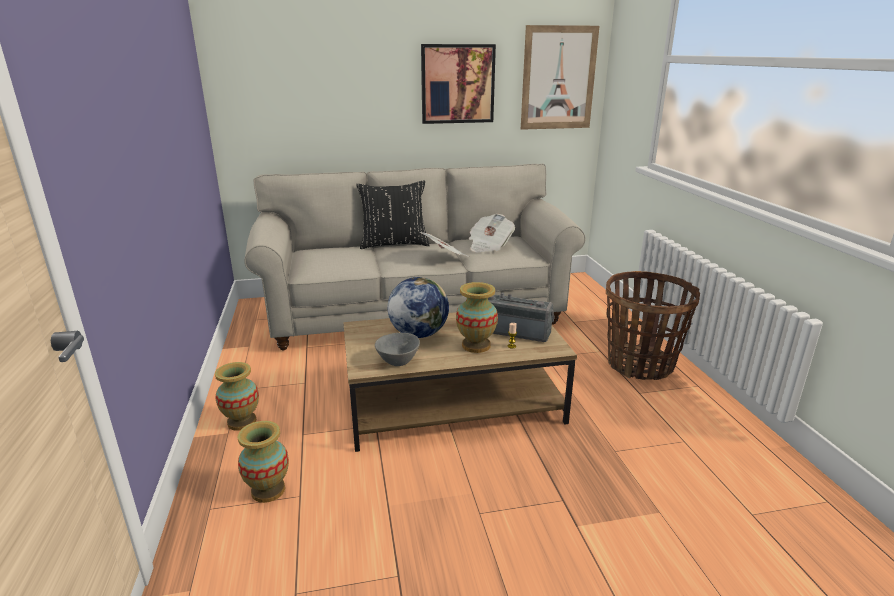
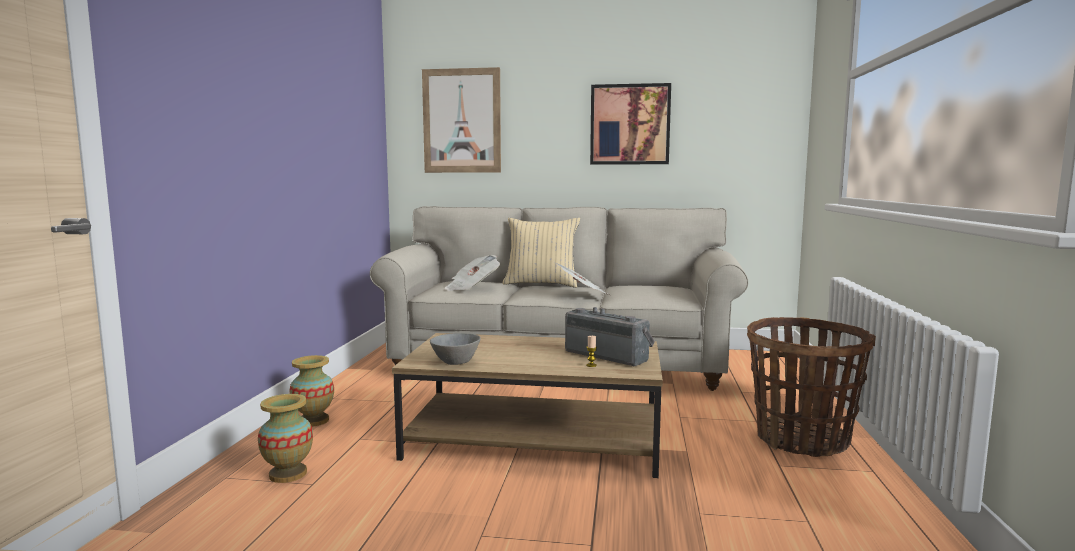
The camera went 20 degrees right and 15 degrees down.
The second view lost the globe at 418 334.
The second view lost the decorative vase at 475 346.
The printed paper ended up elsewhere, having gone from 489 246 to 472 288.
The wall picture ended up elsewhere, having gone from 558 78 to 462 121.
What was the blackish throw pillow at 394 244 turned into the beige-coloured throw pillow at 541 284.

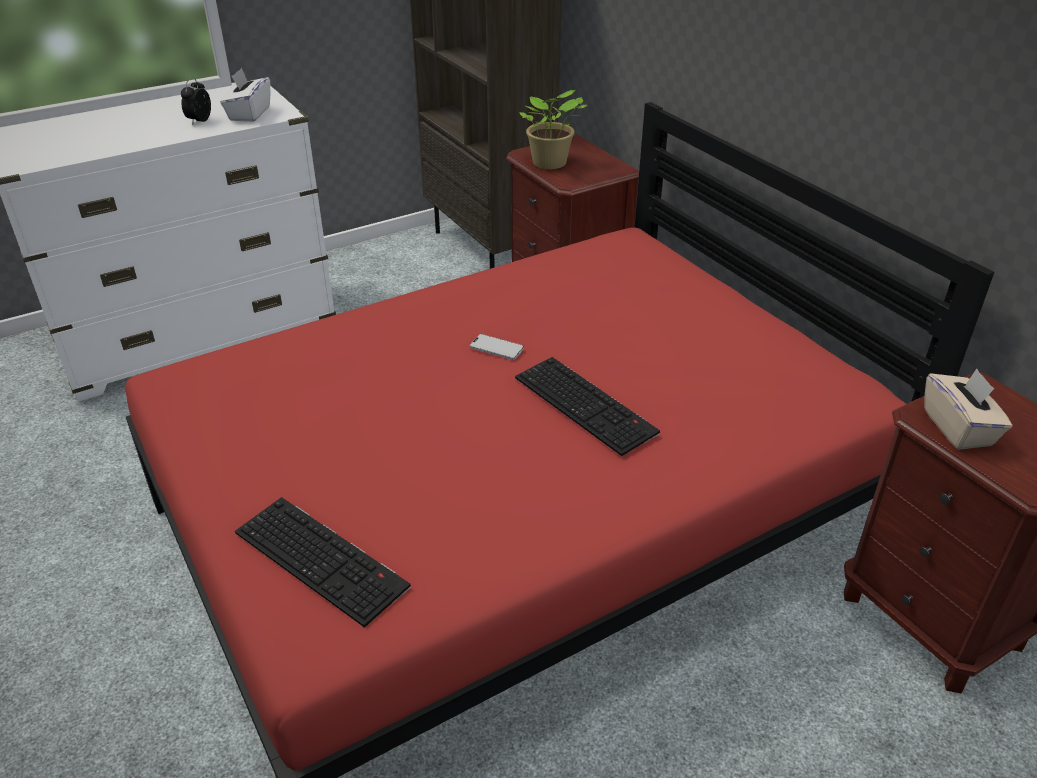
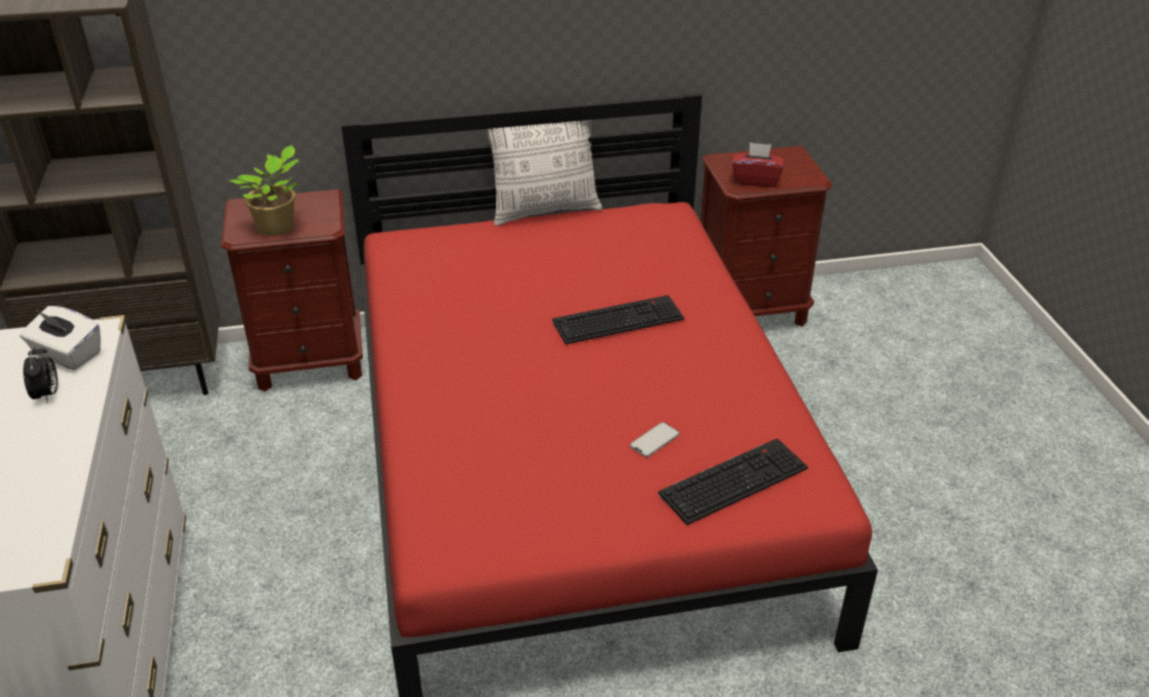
The camera went 70 degrees left and 0 degrees up.
The second view gained the throw pillow at 545 210.
The handset ended up elsewhere, having gone from 496 348 to 654 440.
What was the beige-coloured tissue holder at 958 428 turned into the red tissue holder at 756 180.
The bedside clock at 199 121 ended up facing another way, 135 degrees counterclockwise from before.

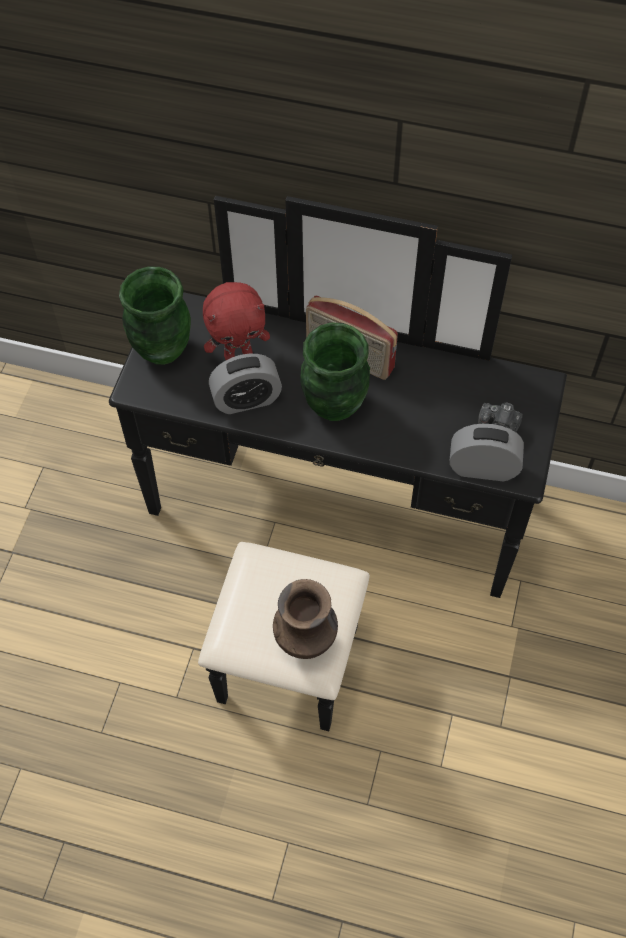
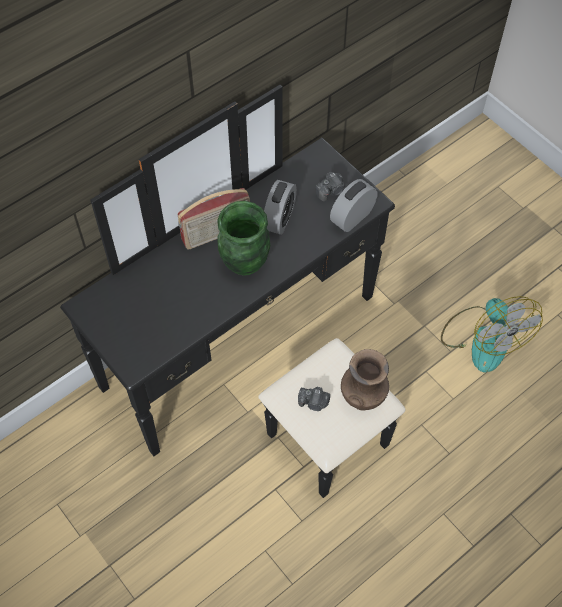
The camera went 55 degrees left and 0 degrees up.
The second view lost the greenish decorative vase at 161 349.
The second view lost the red cuddly toy at 238 354.
The second view gained the photo camera at 314 403.
The second view gained the fan at 483 338.
The bedside clock ended up elsewhere, having gone from 246 400 to 279 219.

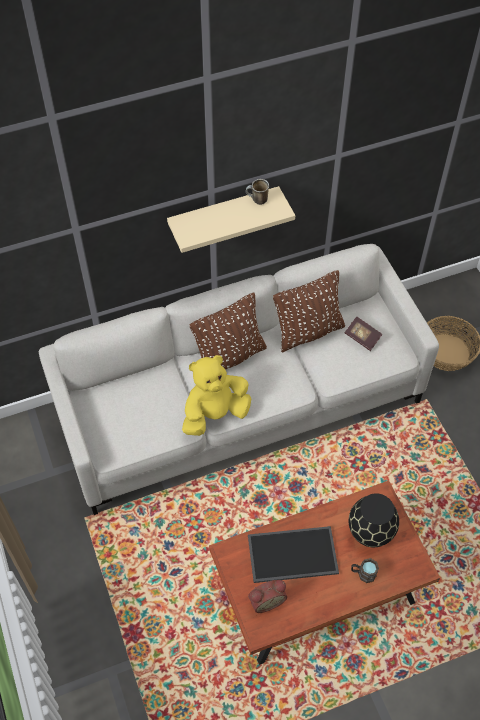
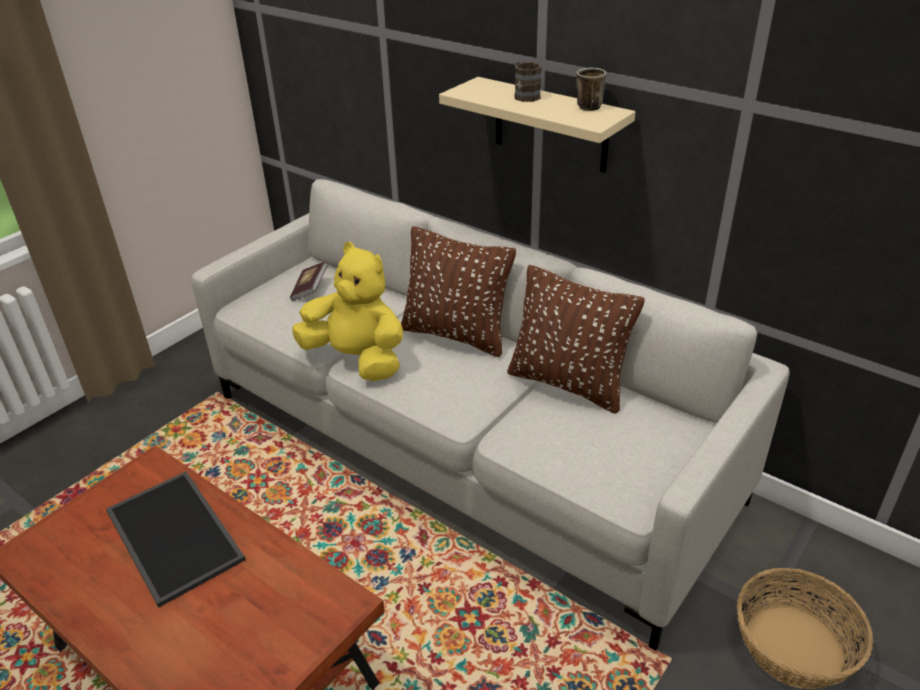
The camera went 60 degrees right and 20 degrees down.
The second view lost the bedside clock at 266 600.
The second view lost the blackish decorative vase at 369 532.
The volume ended up elsewhere, having gone from 362 338 to 310 289.
The brown tea mug ended up elsewhere, having gone from 363 573 to 524 95.

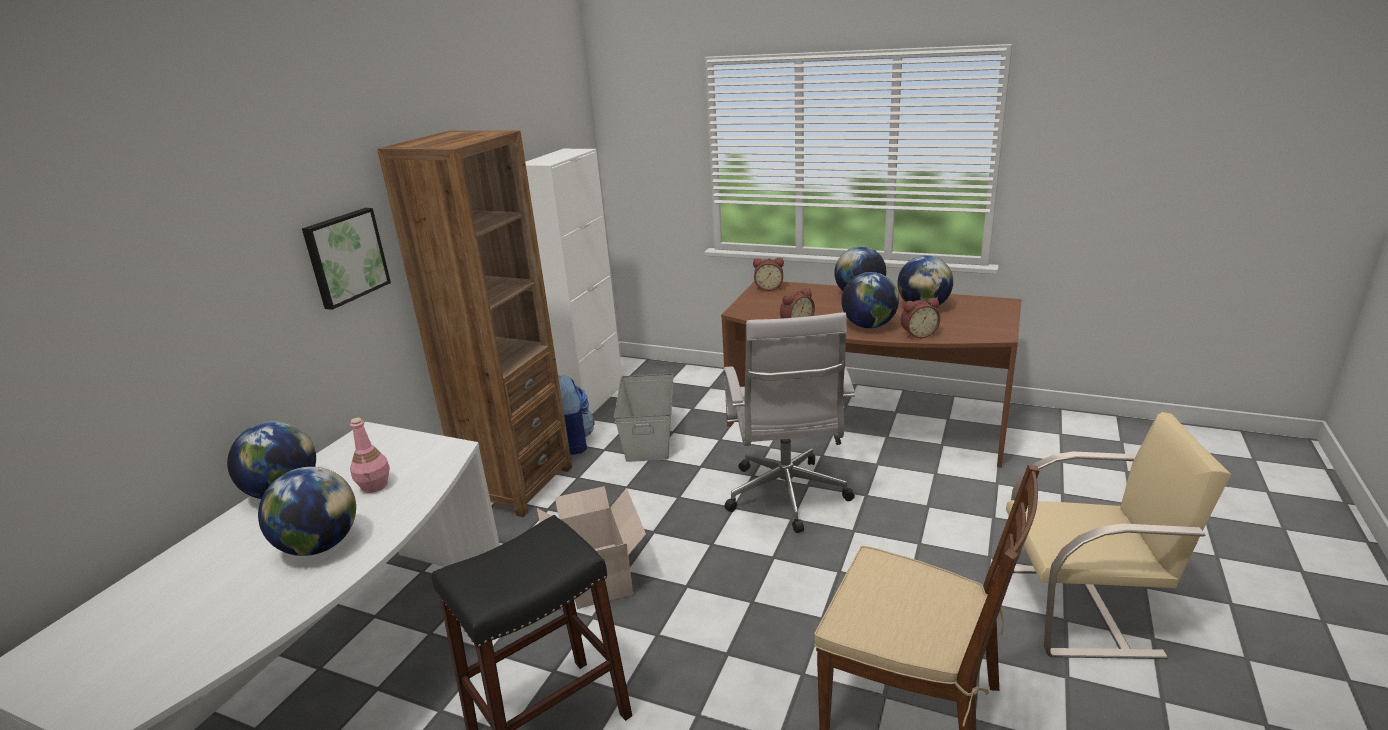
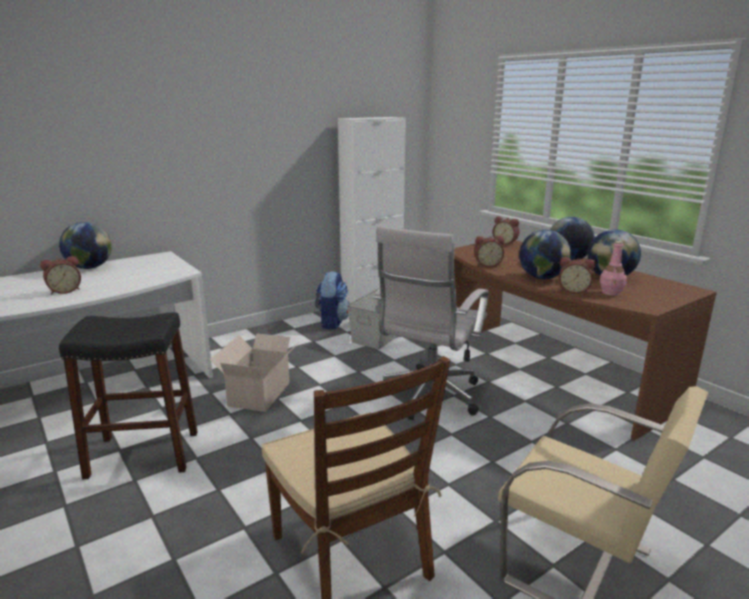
The camera went 30 degrees right and 5 degrees down.
The second view lost the wall picture at 345 257.
The second view lost the brown bookcase at 517 484.
The pink beverage bottle ended up elsewhere, having gone from 375 485 to 611 292.
Where the globe stood at 320 545, the bedside clock came to stand at 64 291.

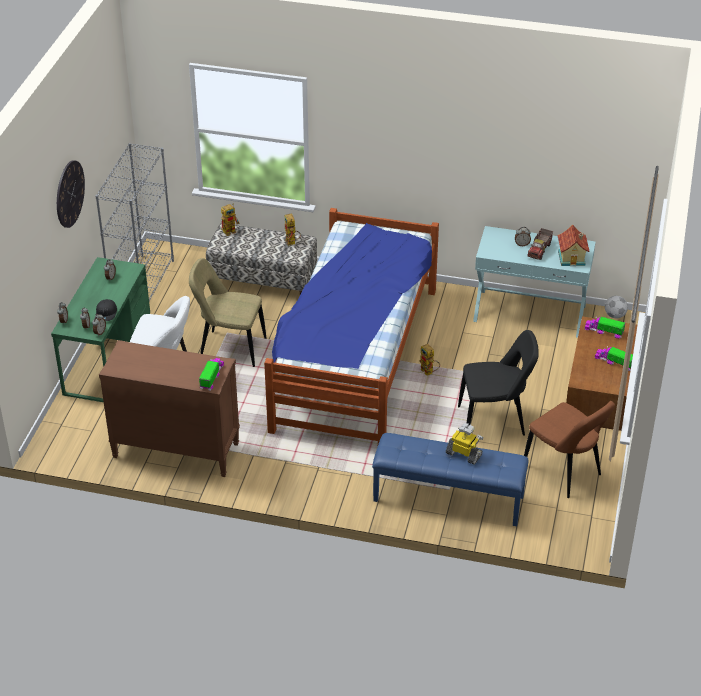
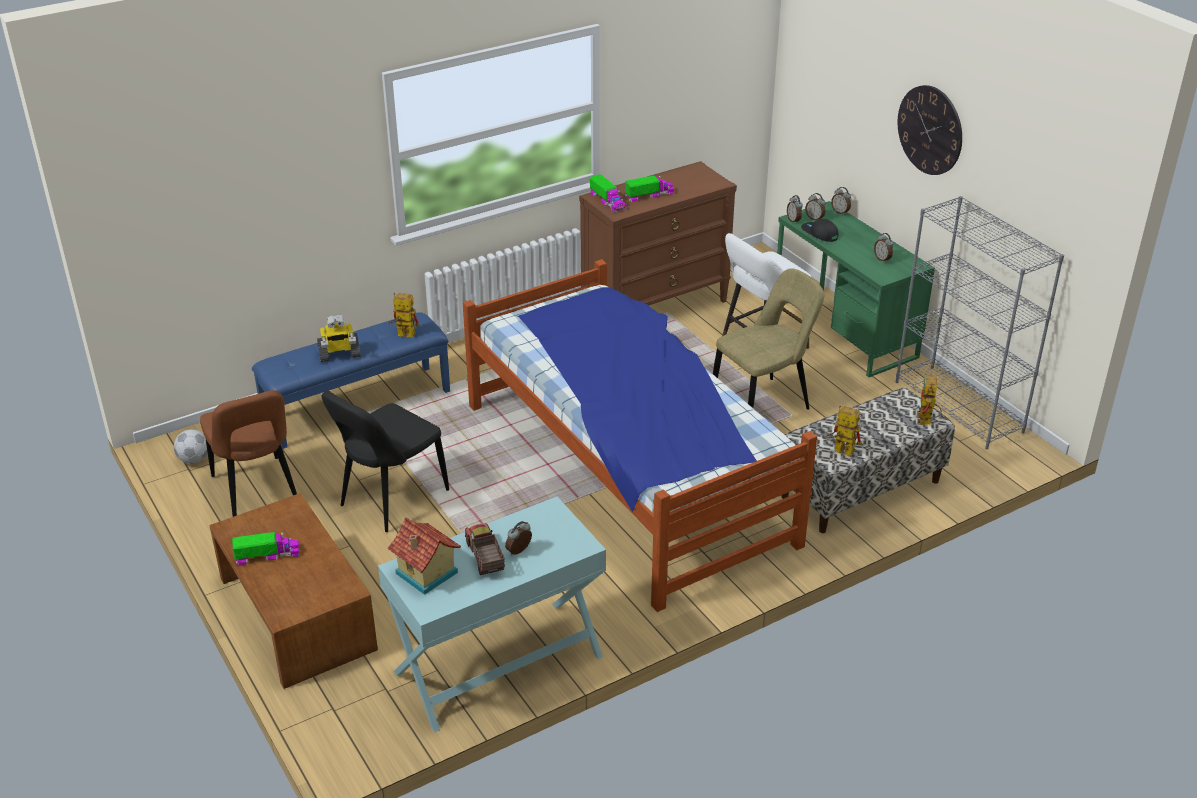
The camera went 135 degrees right and 5 degrees down.
The model robot ended up elsewhere, having gone from 429 373 to 402 334.
The model truck ended up elsewhere, having gone from 604 331 to 649 195.
The football ball ended up elsewhere, having gone from 615 316 to 194 459.
The brown plain chair at 564 472 ended up facing another way, 120 degrees counterclockwise from before.

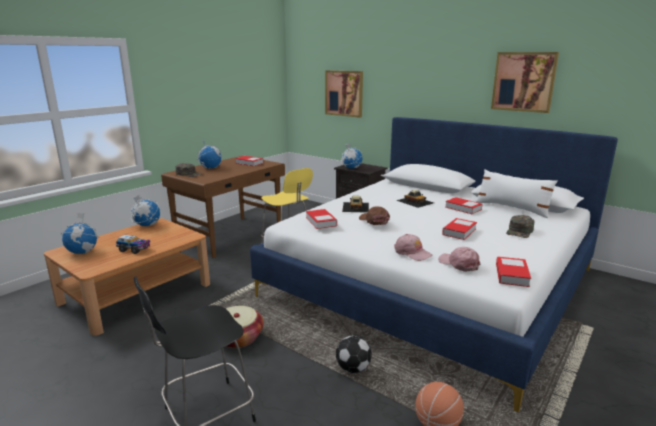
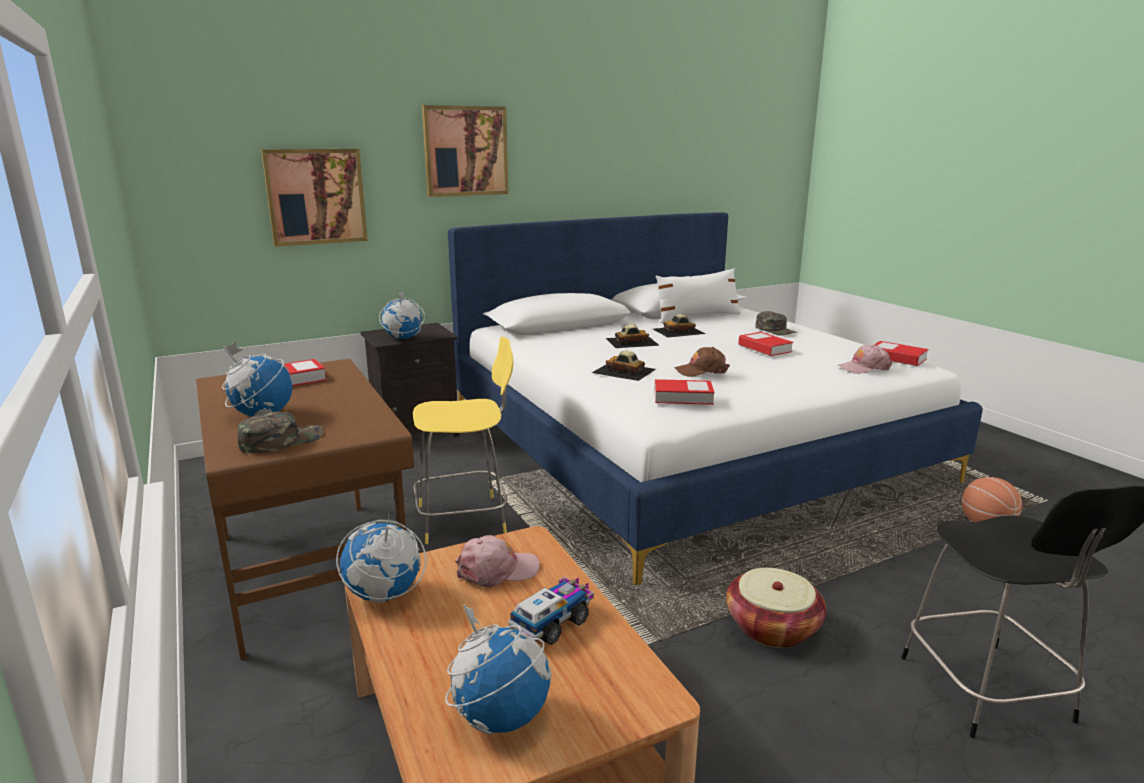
The camera went 65 degrees left and 0 degrees up.
The second view lost the football ball at 353 369.
The pink peaked cap ended up elsewhere, having gone from 412 253 to 497 570.
The wall picture ended up elsewhere, having gone from 523 82 to 465 151.
Where the volume stood at 463 208, the miniature car came to stand at 679 331.

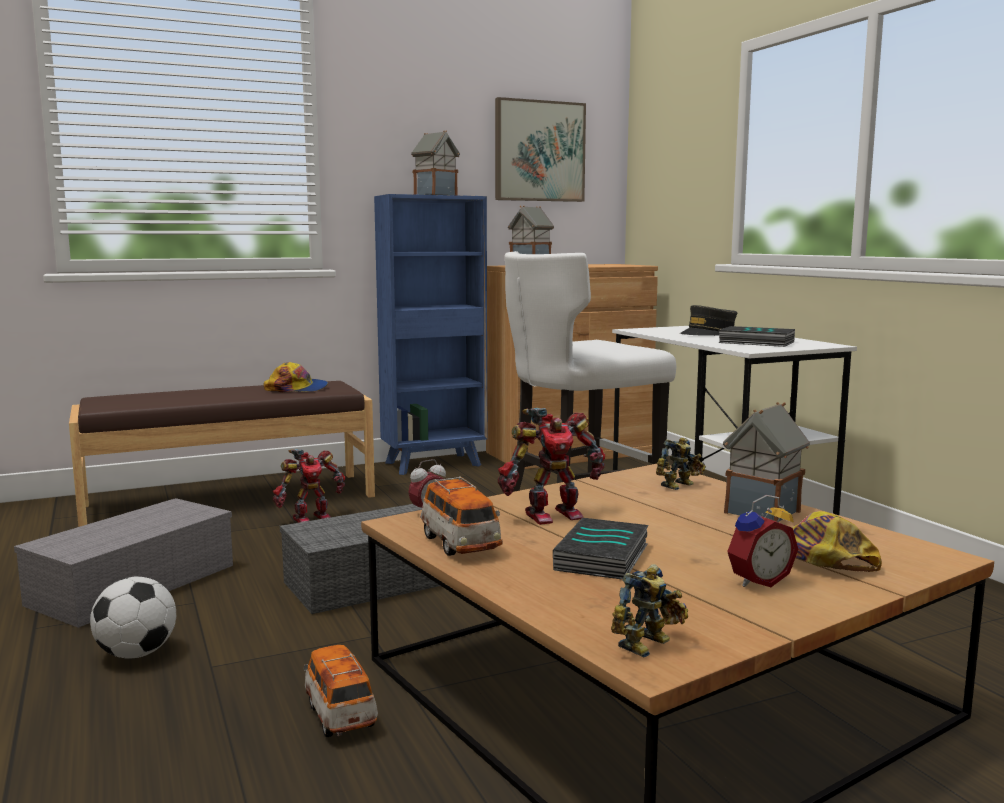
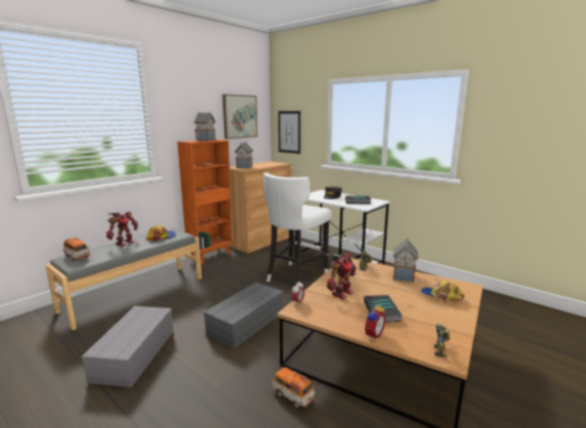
The camera went 25 degrees left and 5 degrees up.
The second view lost the football ball at 136 654.
The second view gained the wall picture at 289 132.
The model robot ended up elsewhere, having gone from 310 518 to 124 243.
The miniature car ended up elsewhere, having gone from 460 544 to 77 257.
The bedside clock ended up elsewhere, having gone from 757 581 to 372 334.
What was the brown bench at 230 500 turned into the gray bench at 134 293.
What was the blue bookcase at 435 464 turned into the orangey bookcase at 211 255.

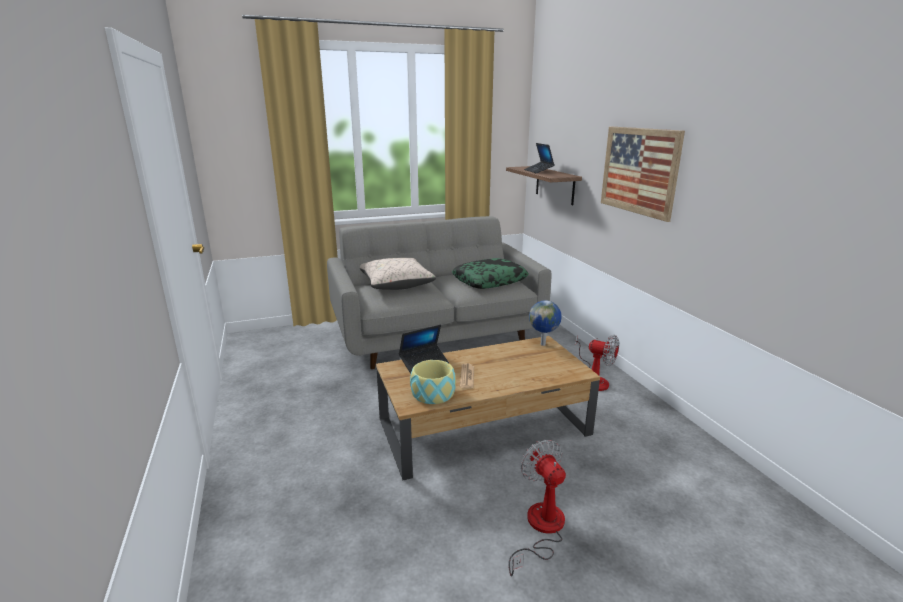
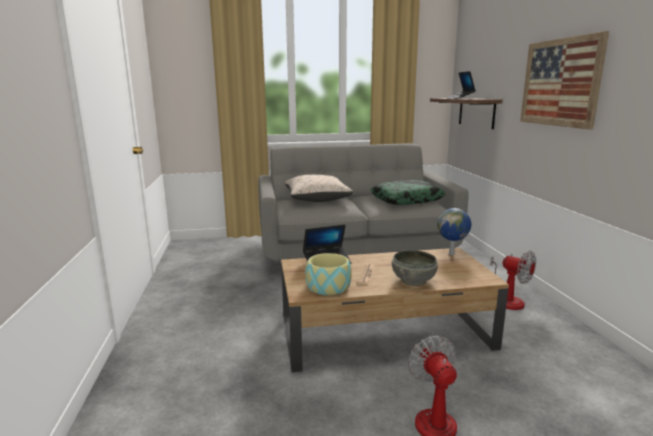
The camera went 10 degrees right and 5 degrees down.
The second view gained the gray bowl at 413 280.

